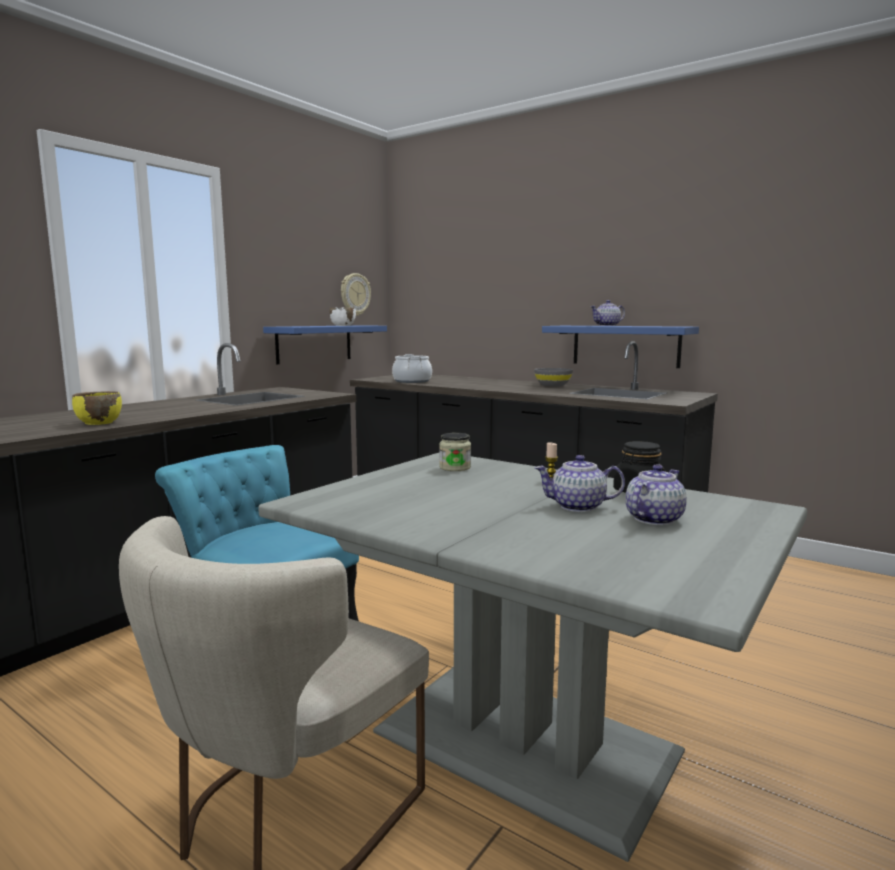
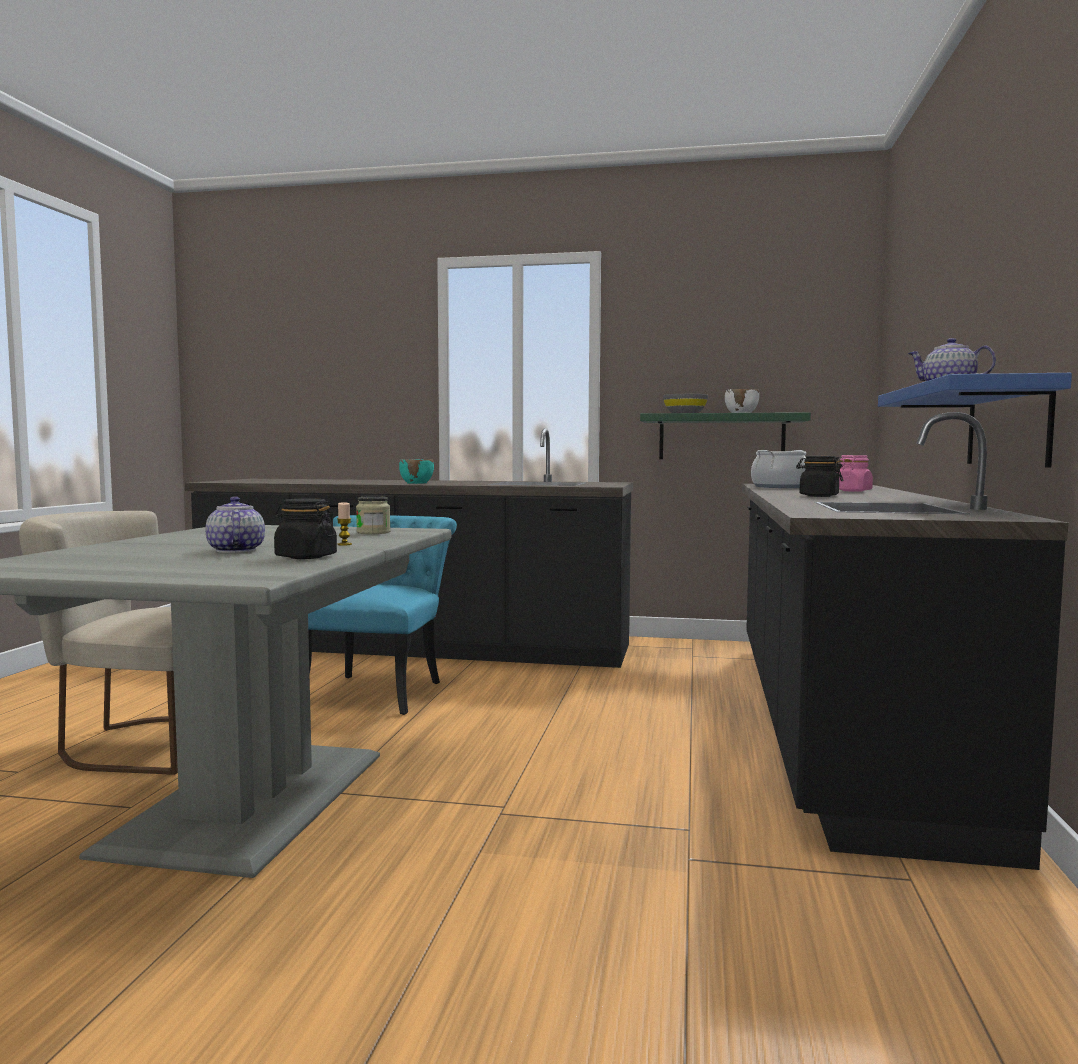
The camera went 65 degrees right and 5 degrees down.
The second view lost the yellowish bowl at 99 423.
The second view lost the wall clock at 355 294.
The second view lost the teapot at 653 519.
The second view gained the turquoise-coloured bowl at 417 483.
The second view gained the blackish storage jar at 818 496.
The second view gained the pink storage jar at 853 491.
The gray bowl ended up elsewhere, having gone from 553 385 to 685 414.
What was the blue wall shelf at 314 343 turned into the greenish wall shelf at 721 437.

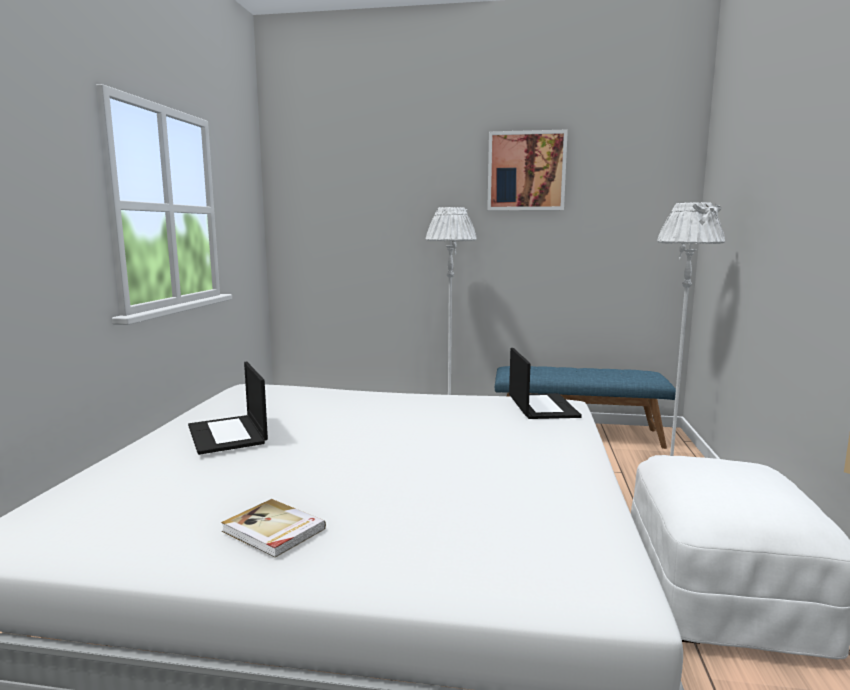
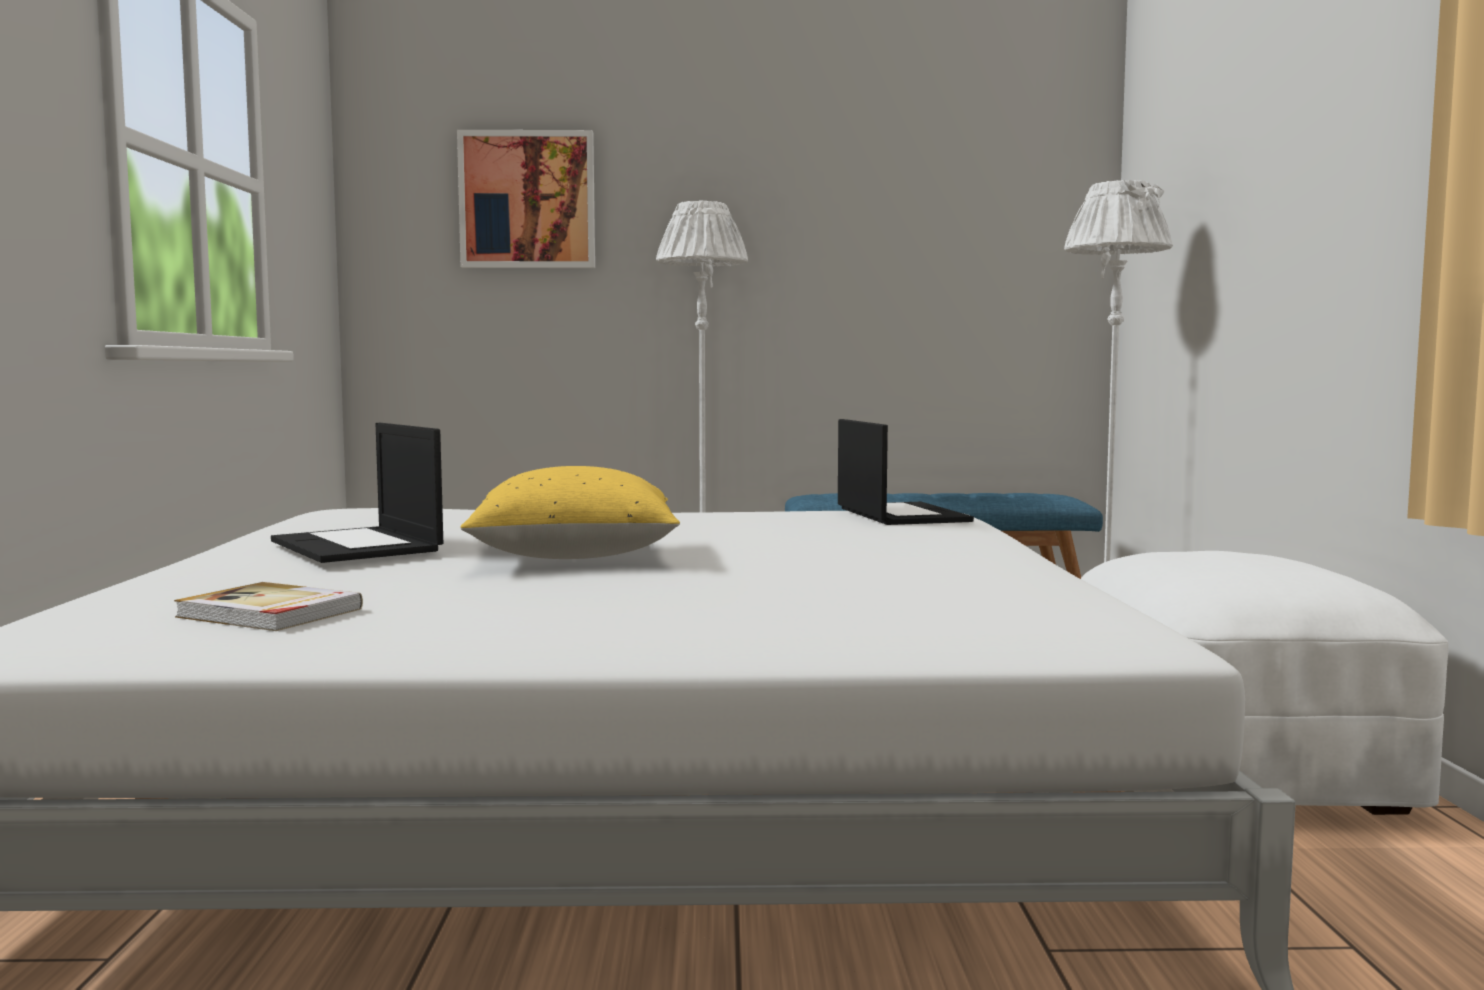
The camera went 10 degrees left and 5 degrees down.
The second view gained the yellowish throw pillow at 574 556.
The volume ended up elsewhere, having gone from 273 531 to 269 613.
The wall picture ended up elsewhere, having gone from 526 171 to 527 200.

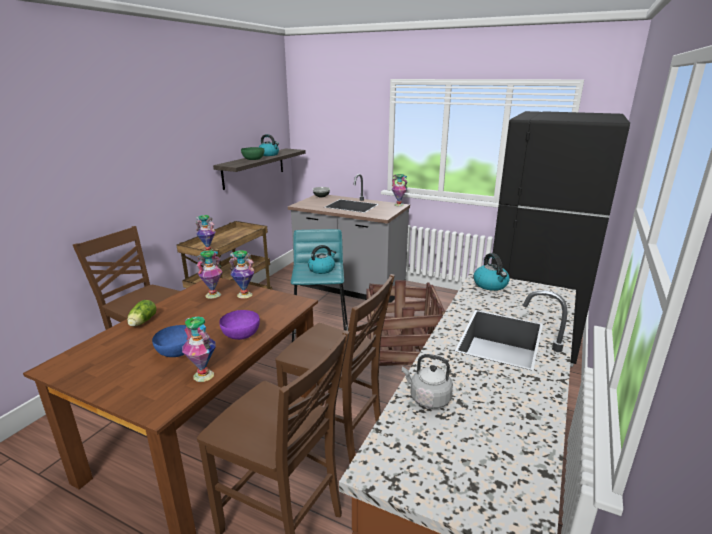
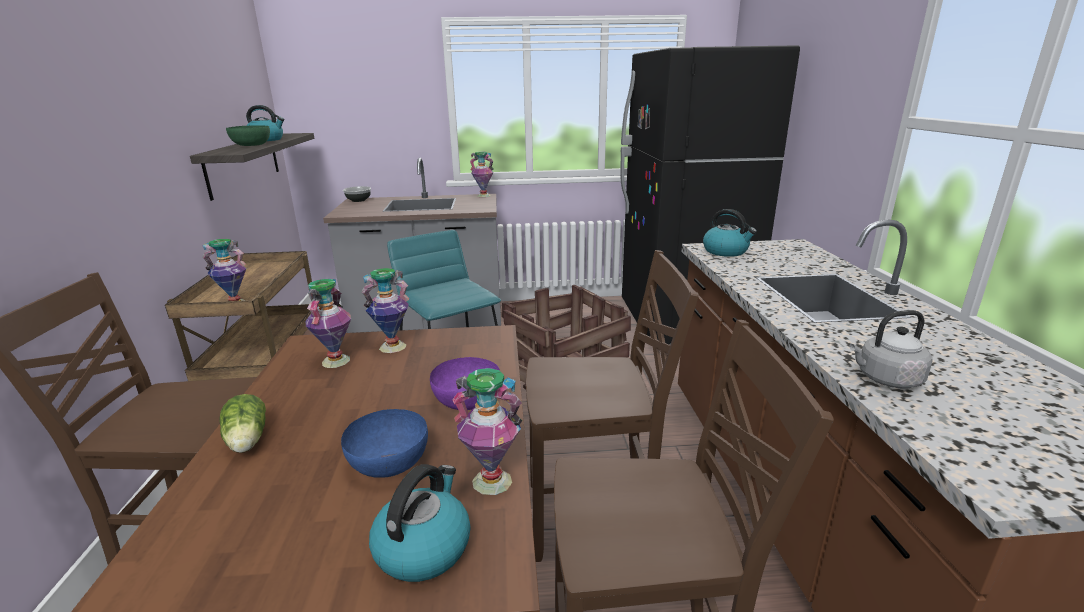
The camera went 30 degrees left and 0 degrees up.
The tea kettle ended up elsewhere, having gone from 322 269 to 423 547.

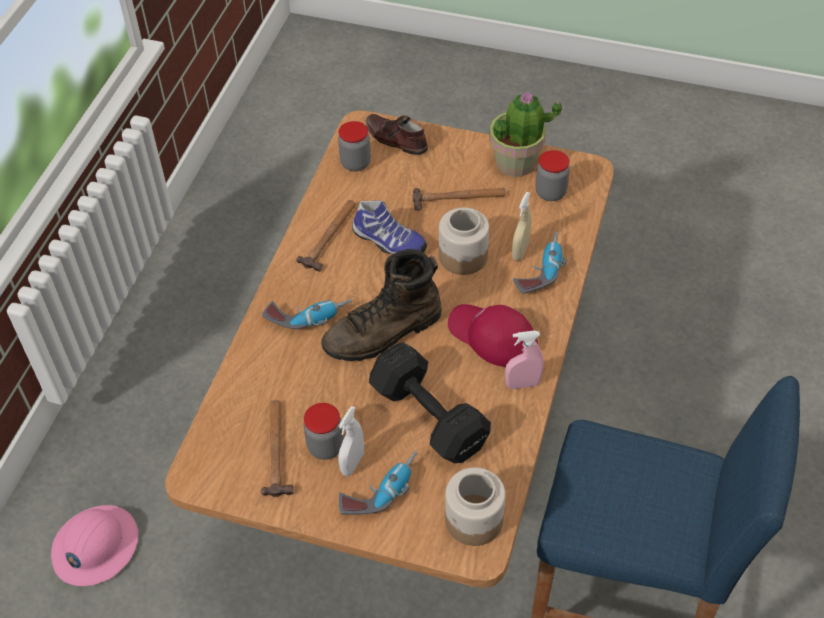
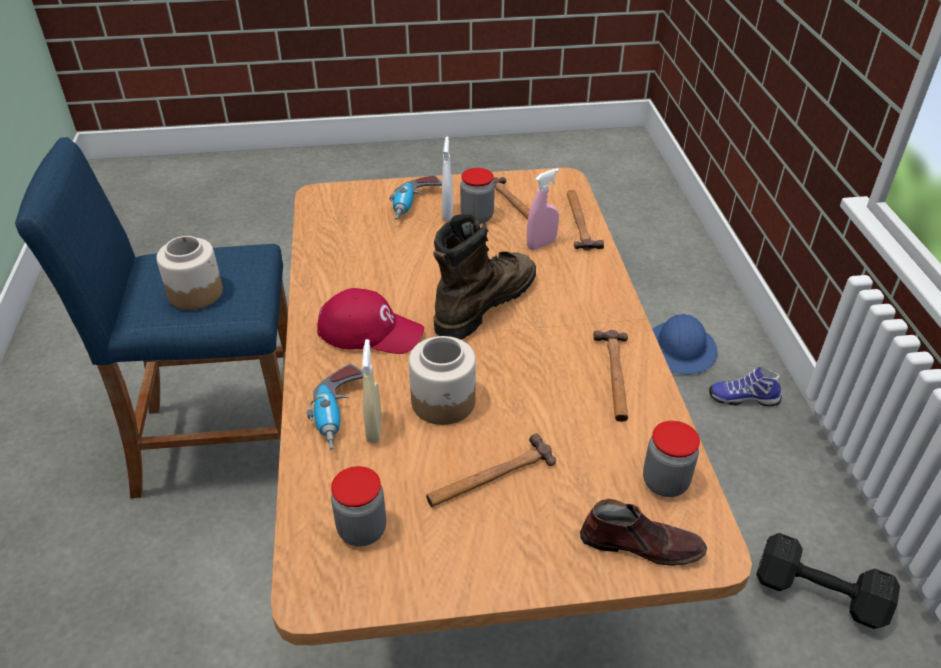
The camera went 155 degrees right and 10 degrees down.
The second view lost the electric drill at 308 316.
The second view lost the potted plant at 516 163.
The second view gained the hammer at 580 222.
The low shoe ended up elsewhere, having gone from 388 242 to 743 397.
The blackish hand weight ended up elsewhere, having gone from 428 414 to 821 596.
The storage jar ended up elsewhere, having gone from 474 521 to 195 293.
The pink sprayer ended up elsewhere, having gone from 522 384 to 541 244.
What was the pink hard hat at 95 546 turned into the blue hard hat at 681 349.

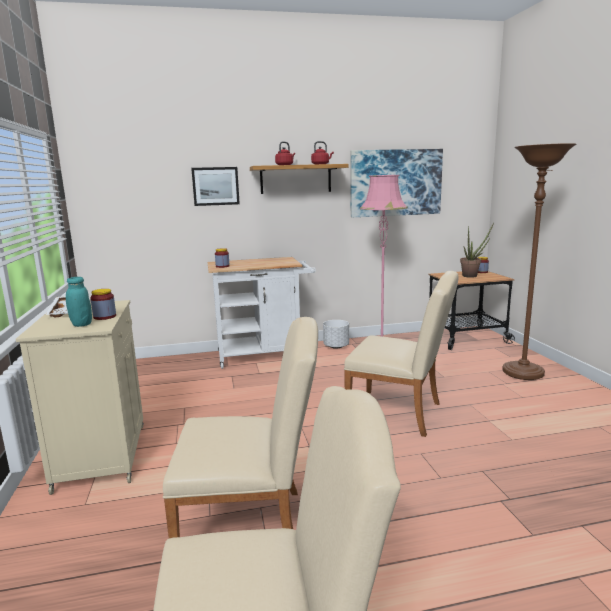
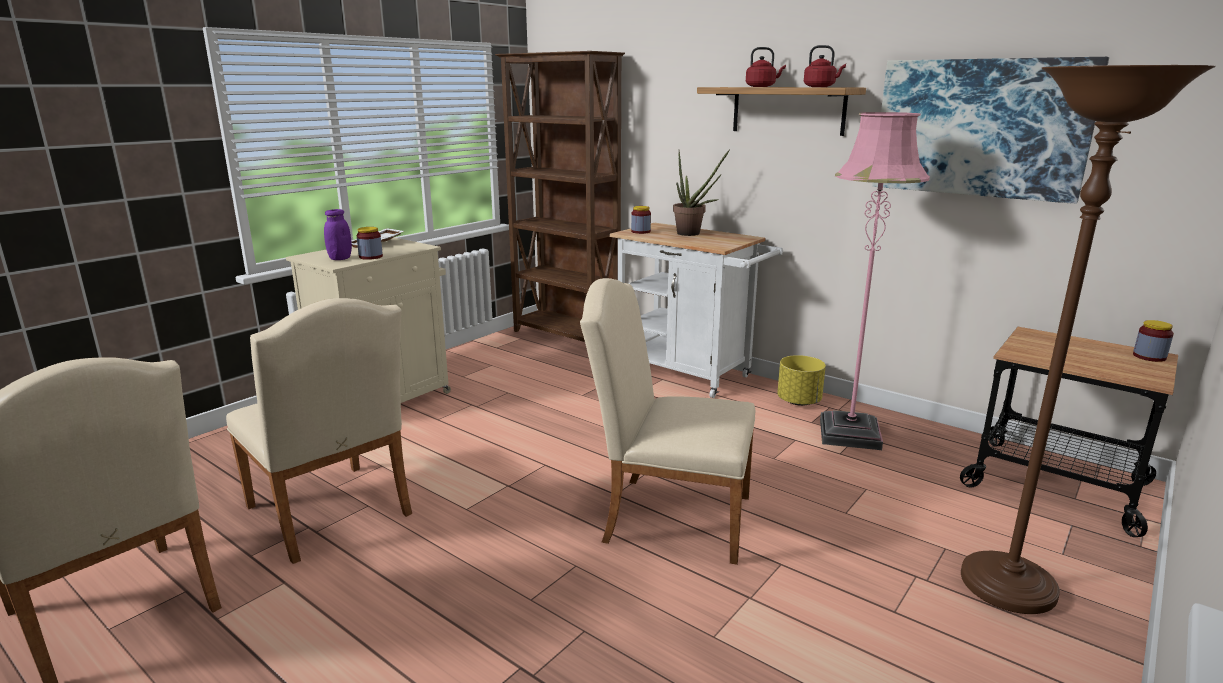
The camera went 50 degrees right and 5 degrees up.
The second view lost the wall picture at 215 186.
The second view gained the brown bookcase at 566 336.
The potted plant ended up elsewhere, having gone from 472 275 to 693 234.
What was the turquoise-coloured storage jar at 81 324 turned into the purplish storage jar at 340 258.
What was the white planter at 336 346 turned into the yellowish planter at 799 401.
The beige-coloured plain chair at 400 413 ended up facing another way, 120 degrees clockwise from before.

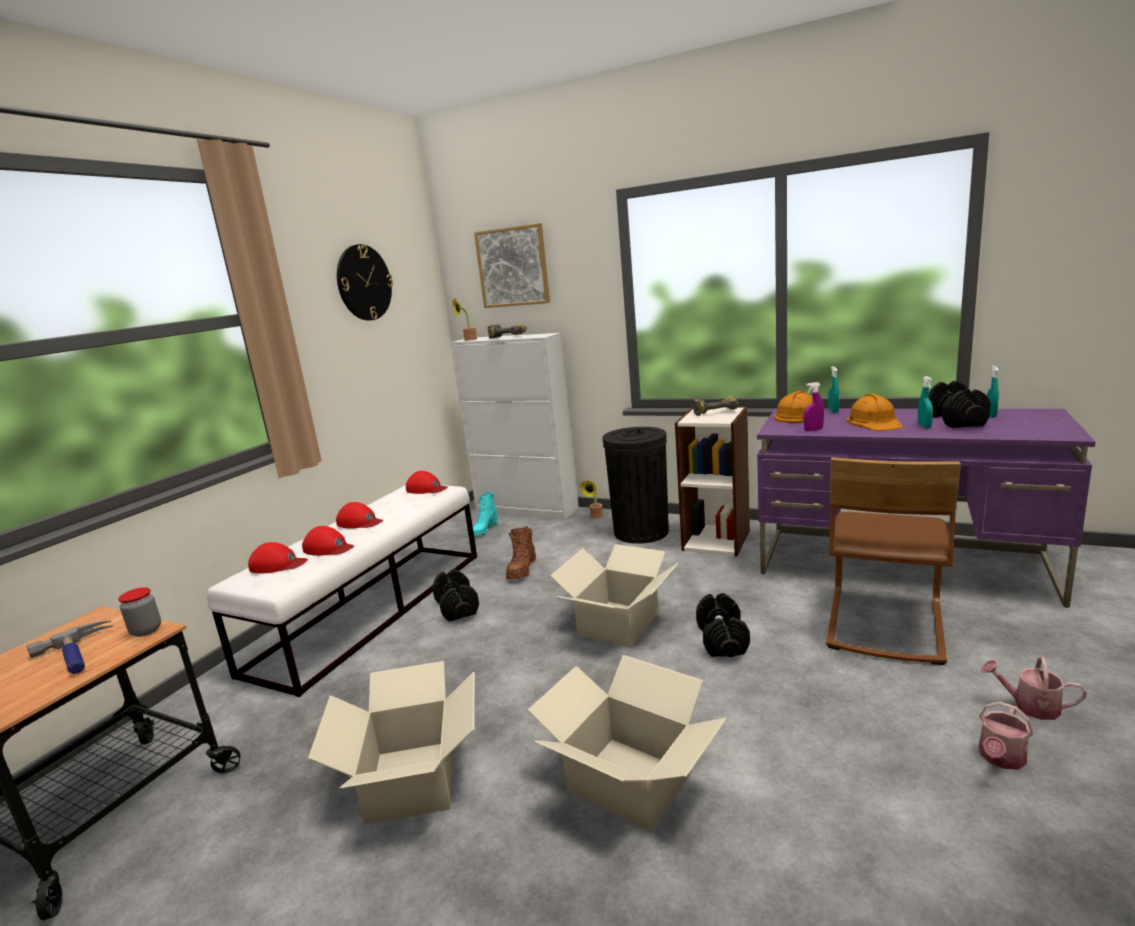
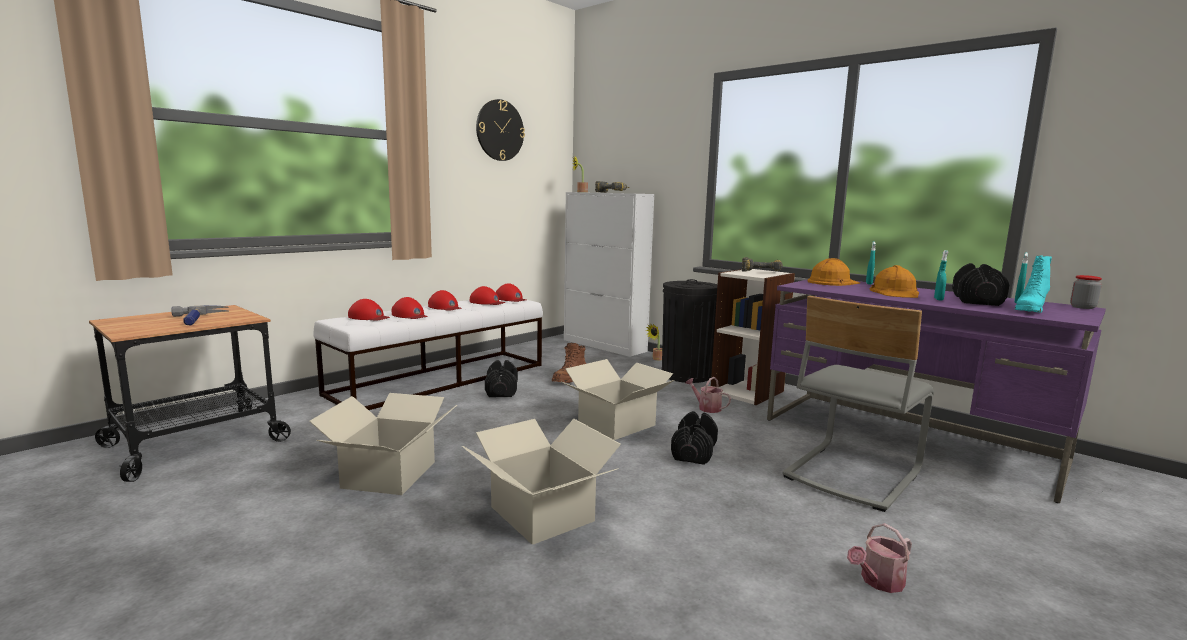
The camera went 15 degrees right and 5 degrees down.
The second view lost the wall picture at 513 267.
The second view lost the purplish sprayer at 813 430.
The second view gained the red peaked cap at 487 302.
The storage jar ended up elsewhere, having gone from 146 630 to 1082 307.
The turquoise-coloured tall boot ended up elsewhere, having gone from 484 530 to 1030 310.
The watering pot ended up elsewhere, having gone from 1030 706 to 706 408.
What was the brown plain chair at 883 624 turned into the gray plain chair at 851 473.

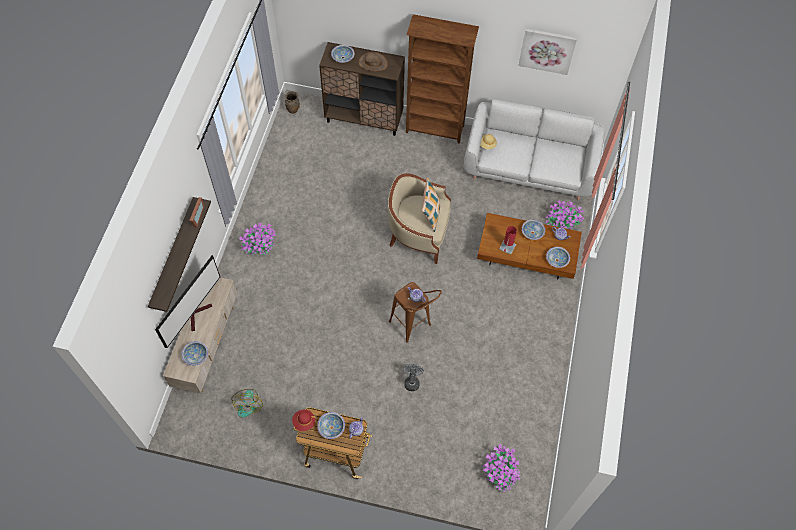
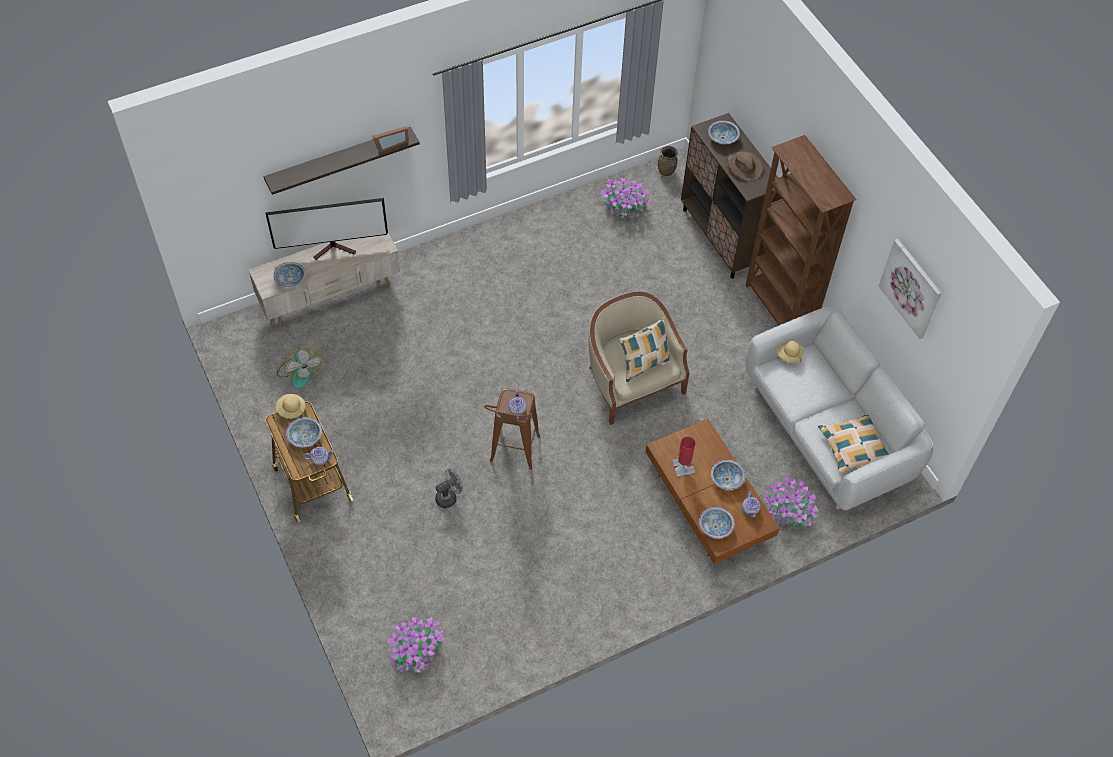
The camera went 50 degrees right and 5 degrees down.
The second view gained the throw pillow at 853 446.
The potted plant ended up elsewhere, having gone from 260 245 to 624 207.
What was the red wearable hat at 304 422 turned into the beige-coloured wearable hat at 291 410.
The fan at 248 403 ended up facing another way, 75 degrees counterclockwise from before.

